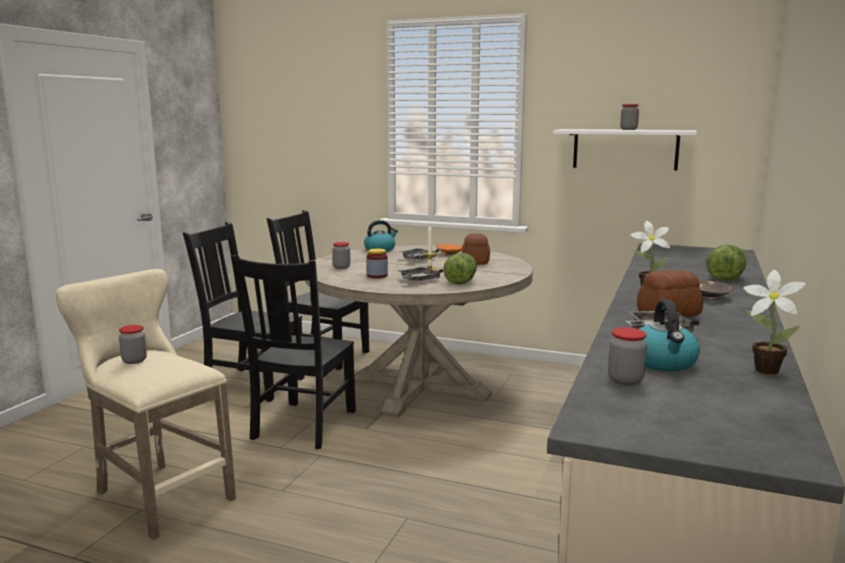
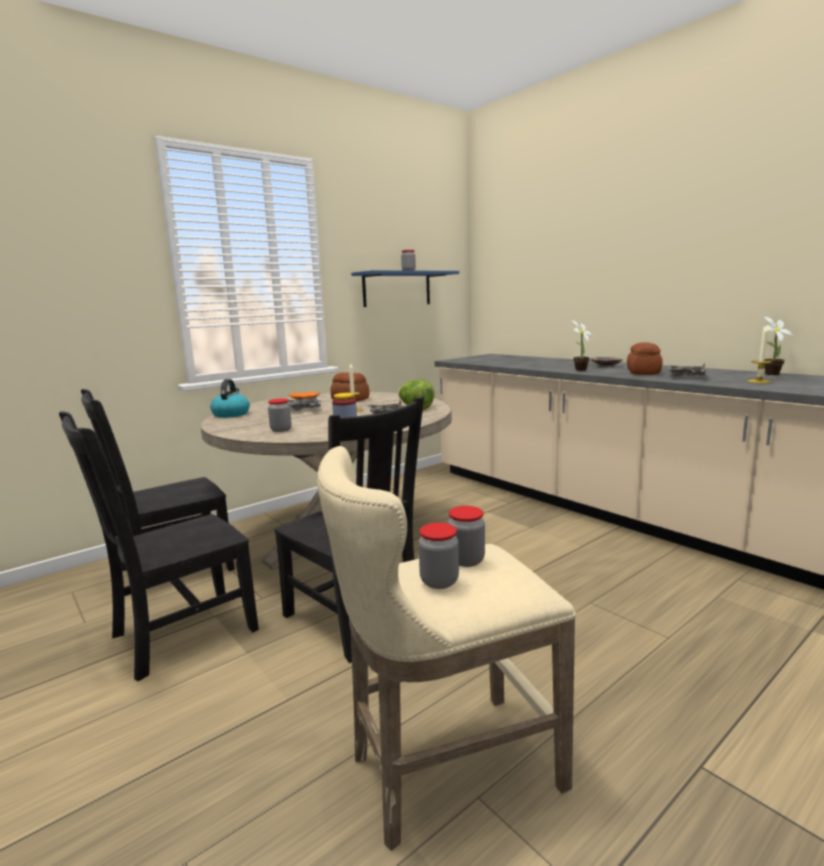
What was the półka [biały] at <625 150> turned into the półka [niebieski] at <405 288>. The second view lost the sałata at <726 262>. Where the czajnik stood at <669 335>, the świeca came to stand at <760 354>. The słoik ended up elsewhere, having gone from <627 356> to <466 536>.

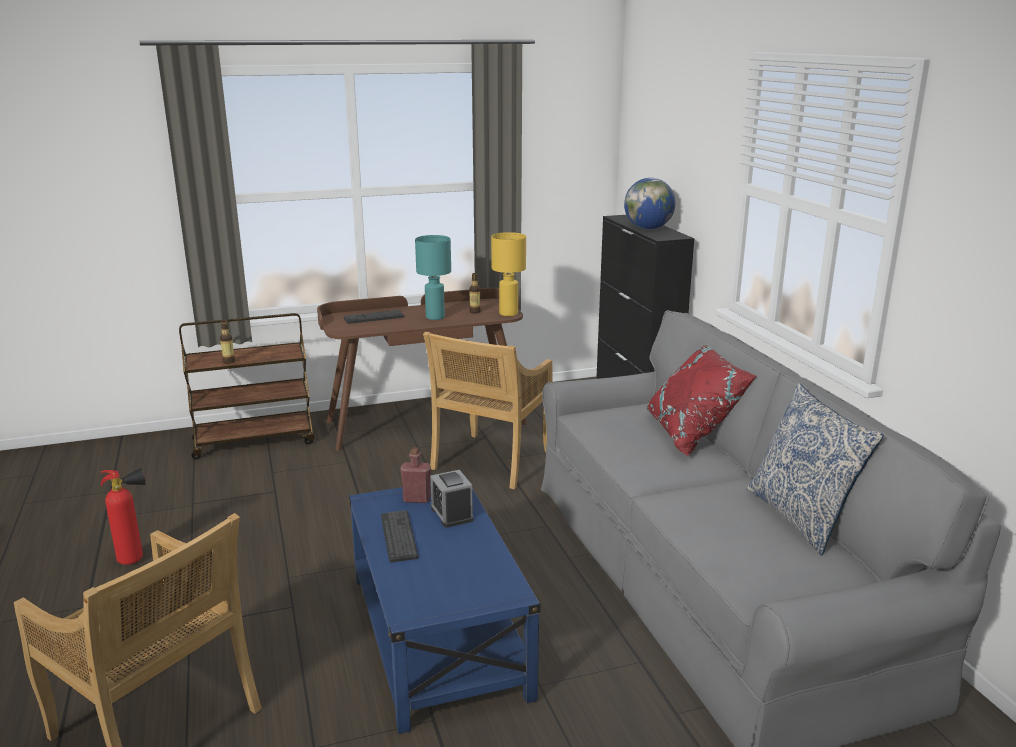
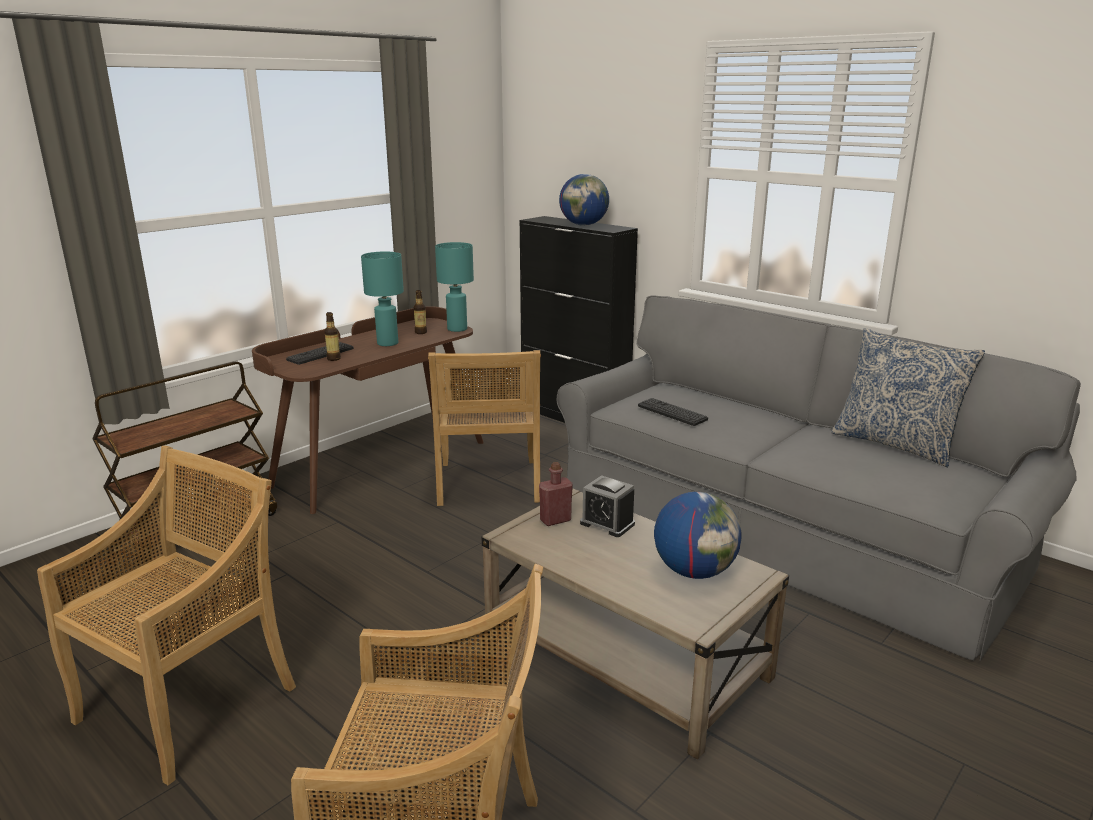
What was the lampa stołowa [żółty] at <508 274> turned into the lampa stołowa [turkusowy] at <454 287>. The butelka ended up elsewhere, having gone from <227 342> to <332 336>. The second view lost the poduszka [czerwony] at <702 400>. Where the gaśnica stood at <123 516>, the krzesło [beżowy] came to stand at <166 615>. What was the ława [niebieski] at <444 608> turned into the ława [beżowy] at <635 623>. The klawiatura ended up elsewhere, having gone from <399 536> to <673 412>. The second view gained the globus at <698 535>.

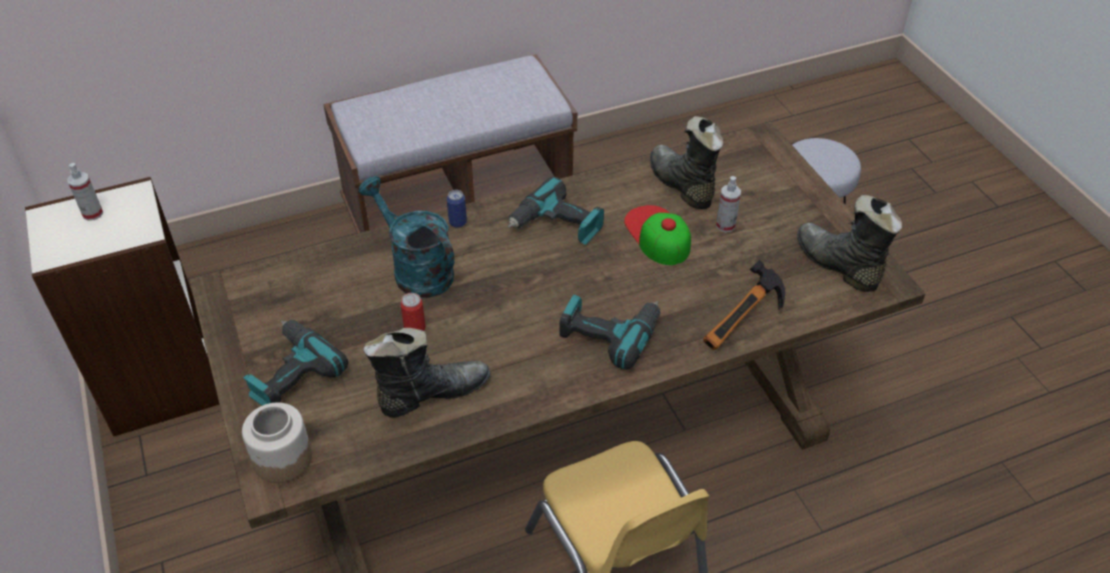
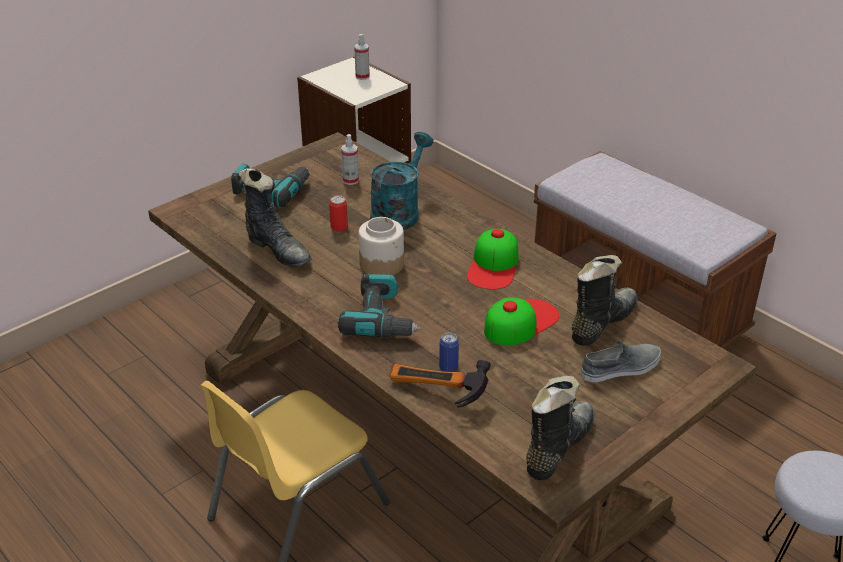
The spryskiwacz ended up elsewhere, having gone from <728 204> to <350 159>. Where the wiertarka stood at <555 211>, the czapka z daszkiem came to stand at <492 259>. The puszka ended up elsewhere, having gone from <457 209> to <449 352>. The słoik ended up elsewhere, having gone from <277 442> to <381 246>. The second view gained the but [szary] at <621 361>.

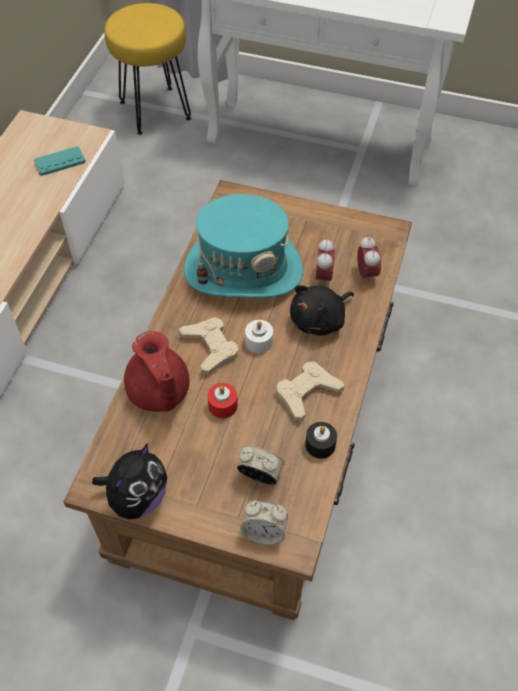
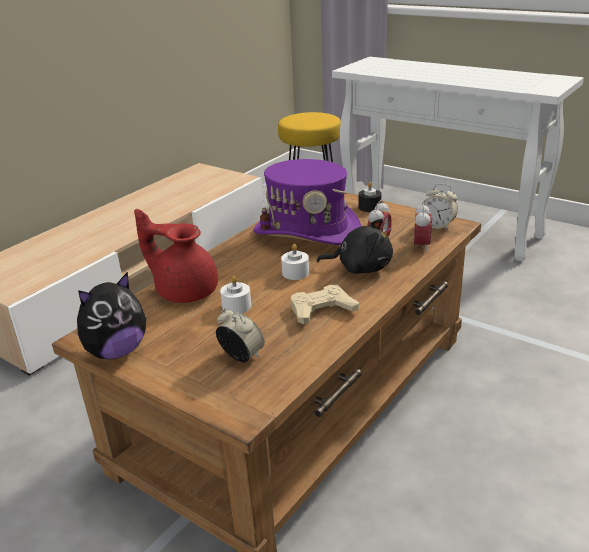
The second view lost the pad do gier [turkusowy] at <59 161>. What was the kapelusz [turkusowy] at <243 246> turned into the kapelusz [fioletowy] at <307 202>. The pluszak [czarny] at <322 310> ended up facing another way, 150 degrees counterclockwise from before. The second view lost the pad do gier [beżowy] at <208 345>. The imbryk [czerwony] at <156 371> ended up facing another way, 120 degrees clockwise from before. What was the świeca [czerwony] at <222 400> turned into the świeca [biały] at <235 295>. The świeca [czarny] ended up elsewhere, having gone from <321 440> to <370 197>. The budzik ended up elsewhere, having gone from <264 523> to <440 207>.

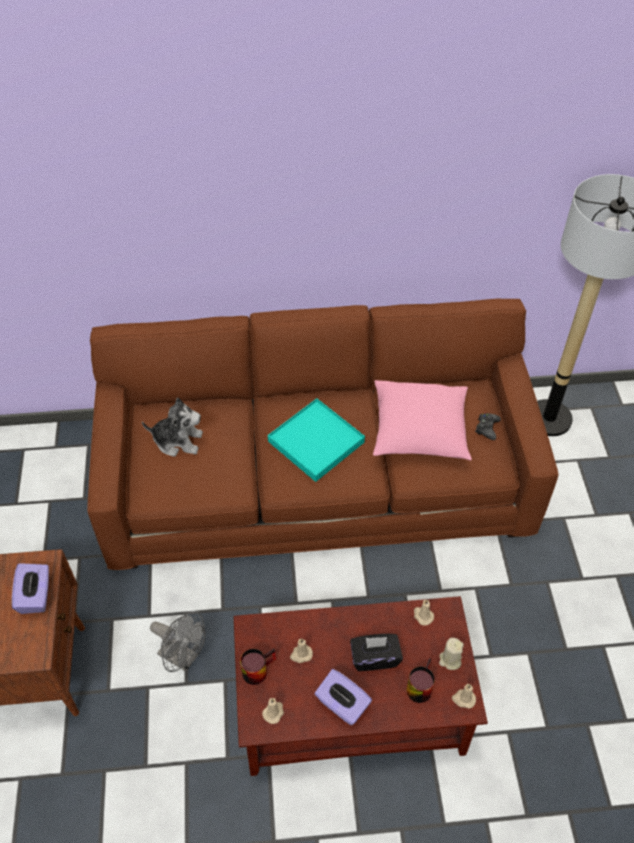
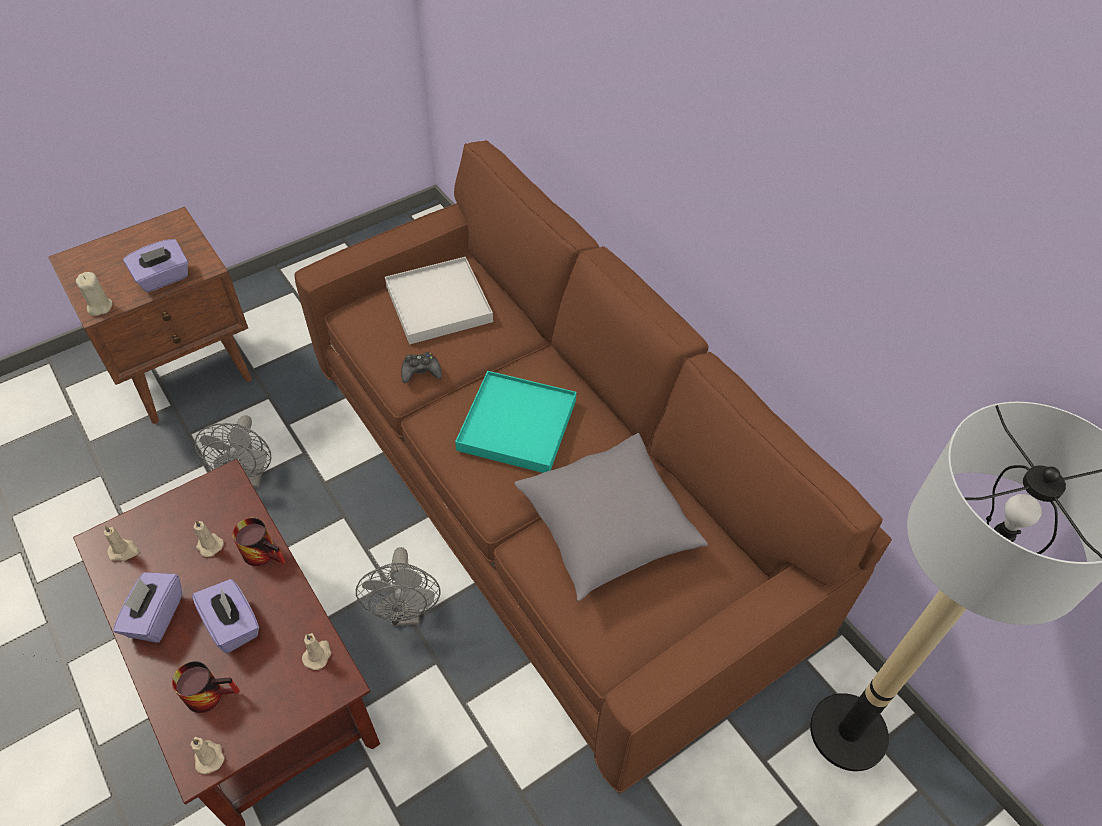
What was the poduszka [różowy] at <422 420> turned into the poduszka [szary] at <611 517>. Where the pluszak stood at <172 427>, the taca [biały] came to stand at <439 301>. The pad do gier [czarny] ended up elsewhere, having gone from <488 426> to <421 367>. What was the pudełko chusteczek [czarny] at <376 652> turned into the pudełko chusteczek [fioletowy] at <225 616>. The świeca [beżowy] ended up elsewhere, having gone from <451 654> to <94 294>. The kubek ended up elsewhere, having gone from <258 666> to <258 542>. The second view gained the wentylator [szary] at <398 586>.

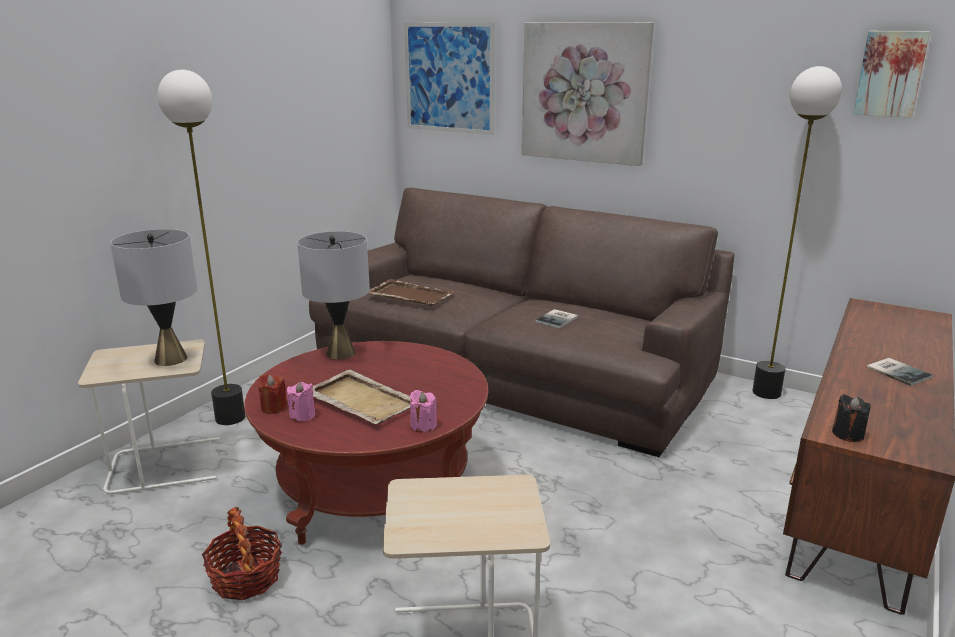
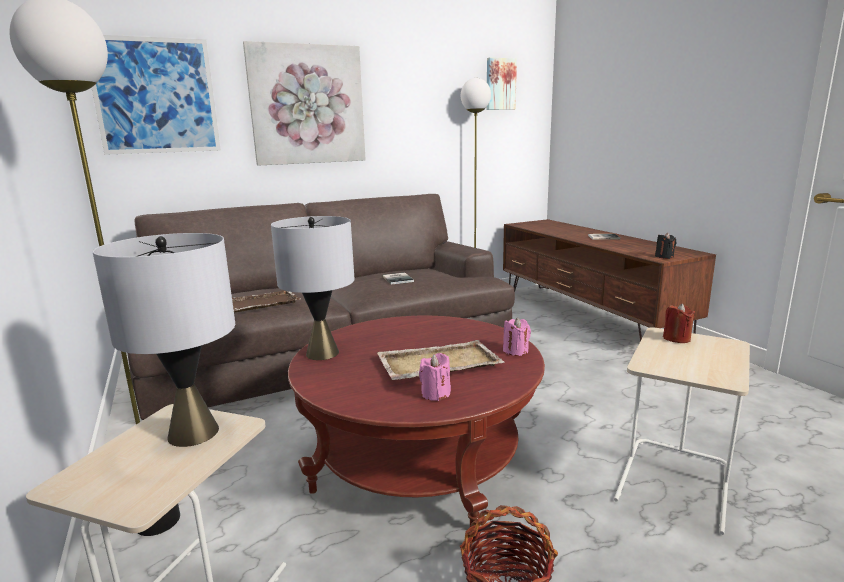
The świeca [czerwony] ended up elsewhere, having gone from <272 394> to <679 323>.

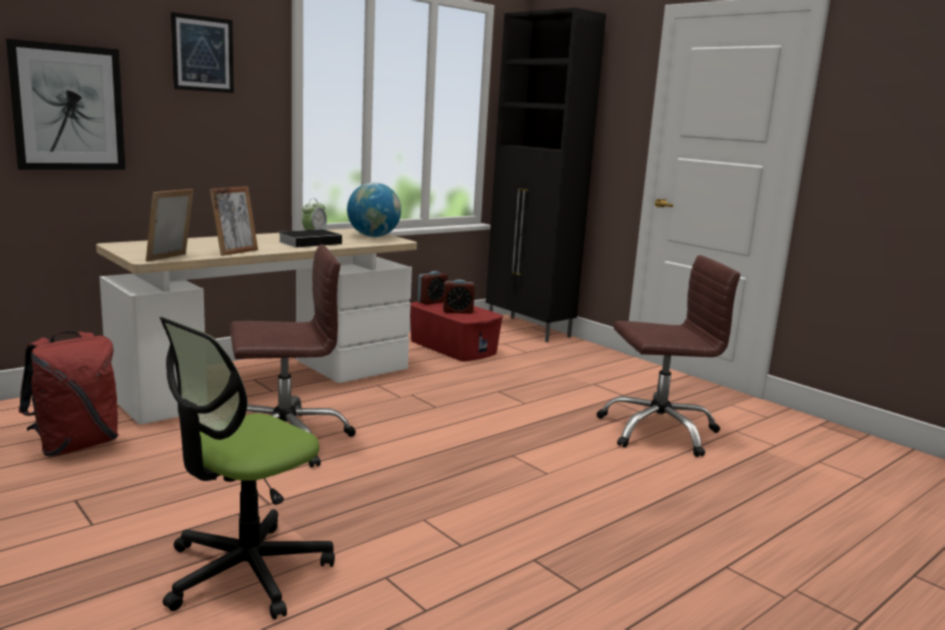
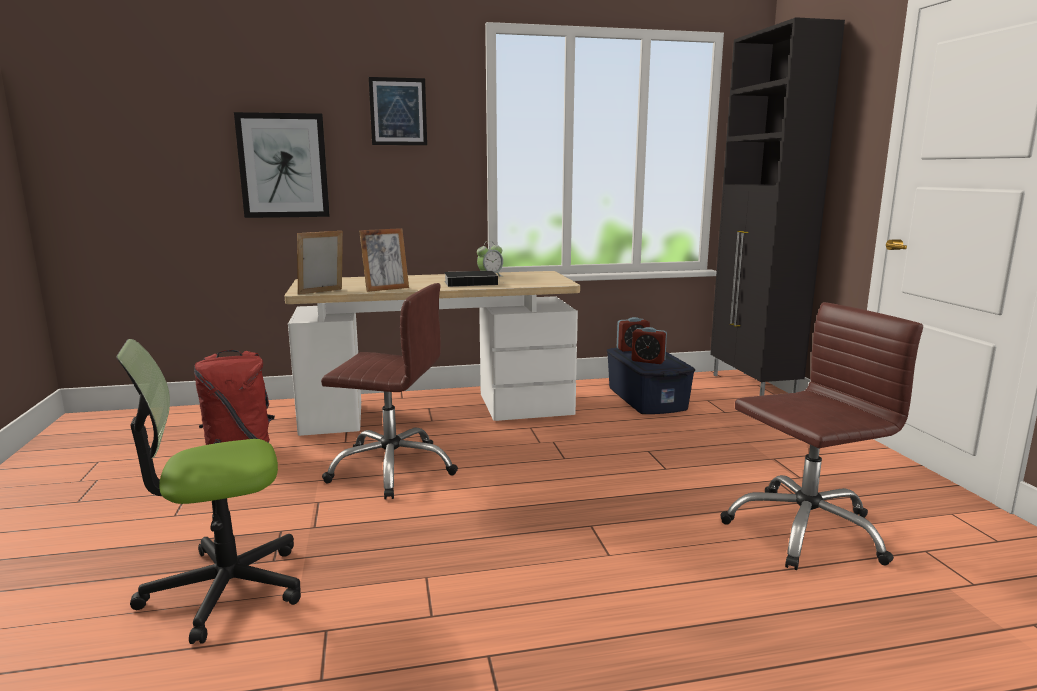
The second view lost the globus at <374 209>. The krzesło biurowe [brązowy] at <668 356> ended up facing another way, 45 degrees counterclockwise from before. What was the pojemnik do przechowywania [czerwony] at <456 331> turned into the pojemnik do przechowywania [niebieski] at <651 381>.

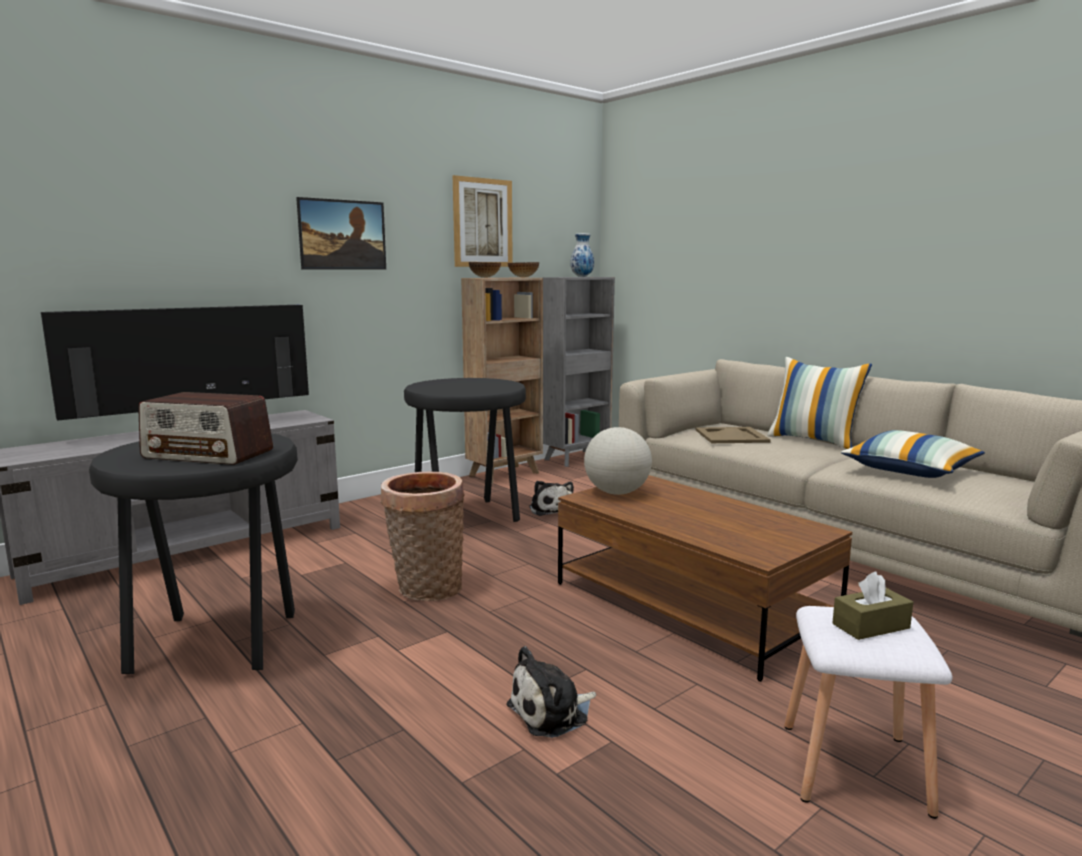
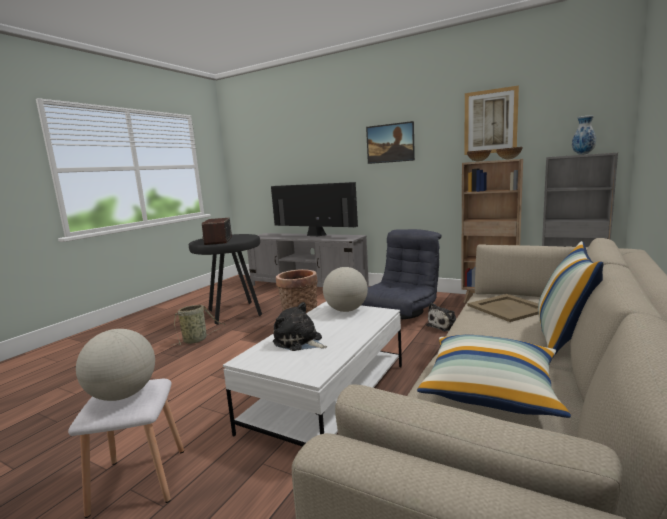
Where the stołek [czarny] stood at <465 450>, the fotel [szary] came to stand at <402 274>. What was the ława [brązowy] at <705 578> turned into the ława [biały] at <312 374>. Where the pudełko chusteczek [brązowy] stood at <872 606>, the globus came to stand at <115 365>. The pluszak ended up elsewhere, having gone from <551 692> to <300 326>. The second view gained the koszyk at <198 325>.

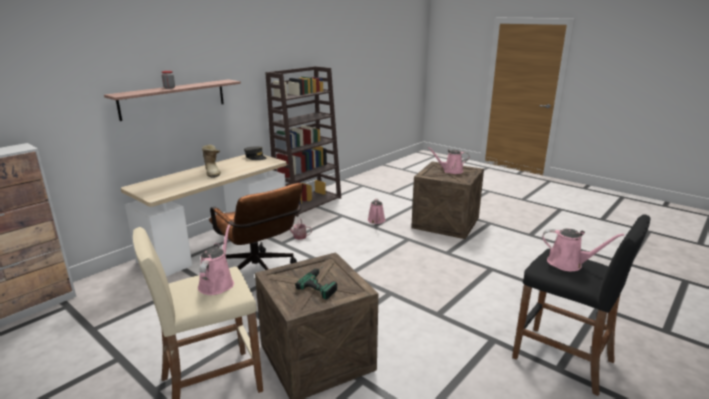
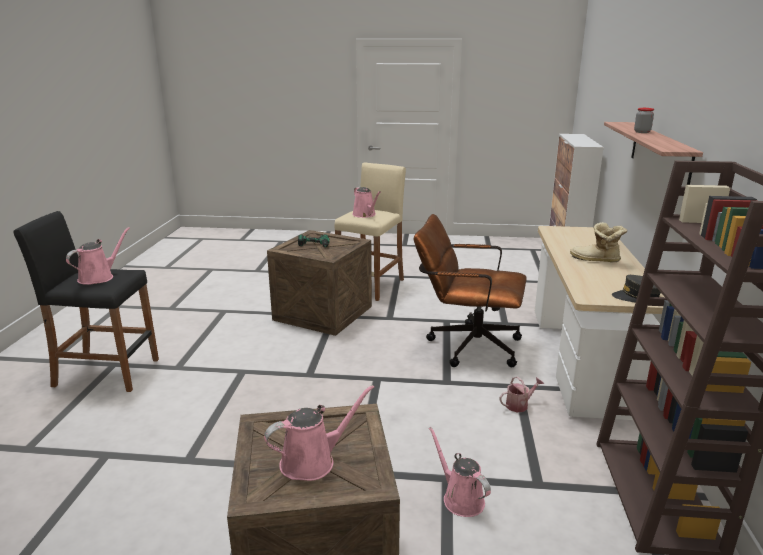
The konewka [różowy] at <583 250> ended up facing another way, 135 degrees clockwise from before.

